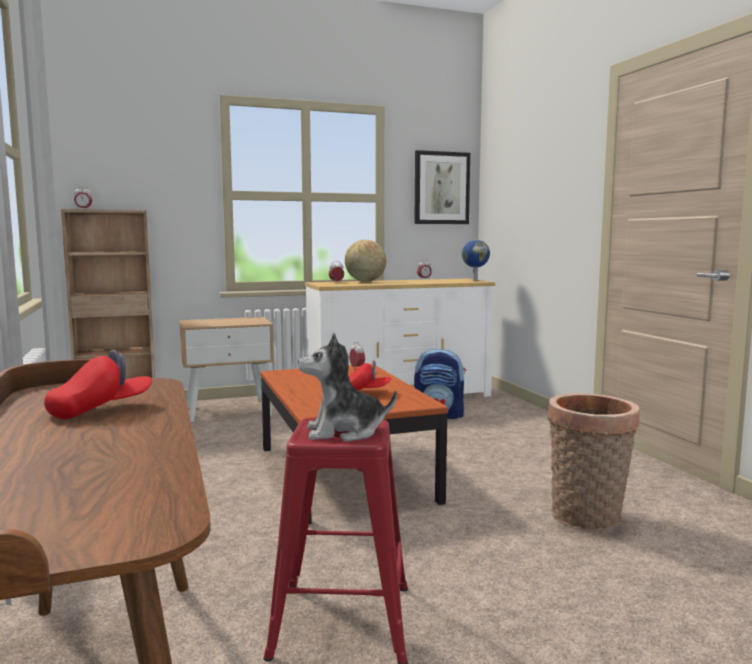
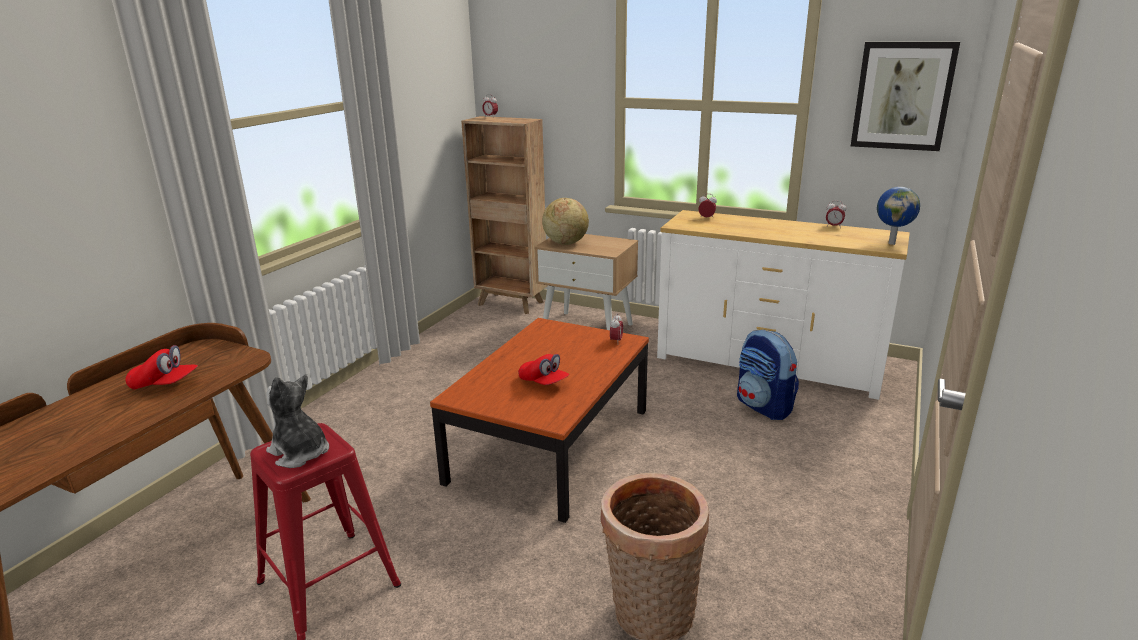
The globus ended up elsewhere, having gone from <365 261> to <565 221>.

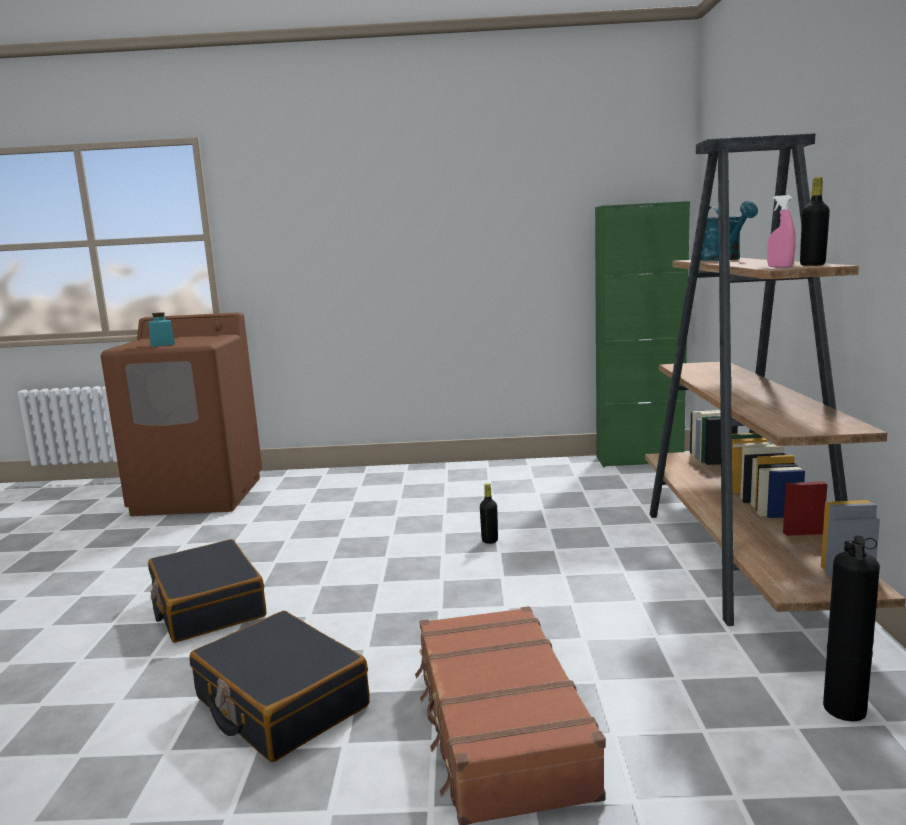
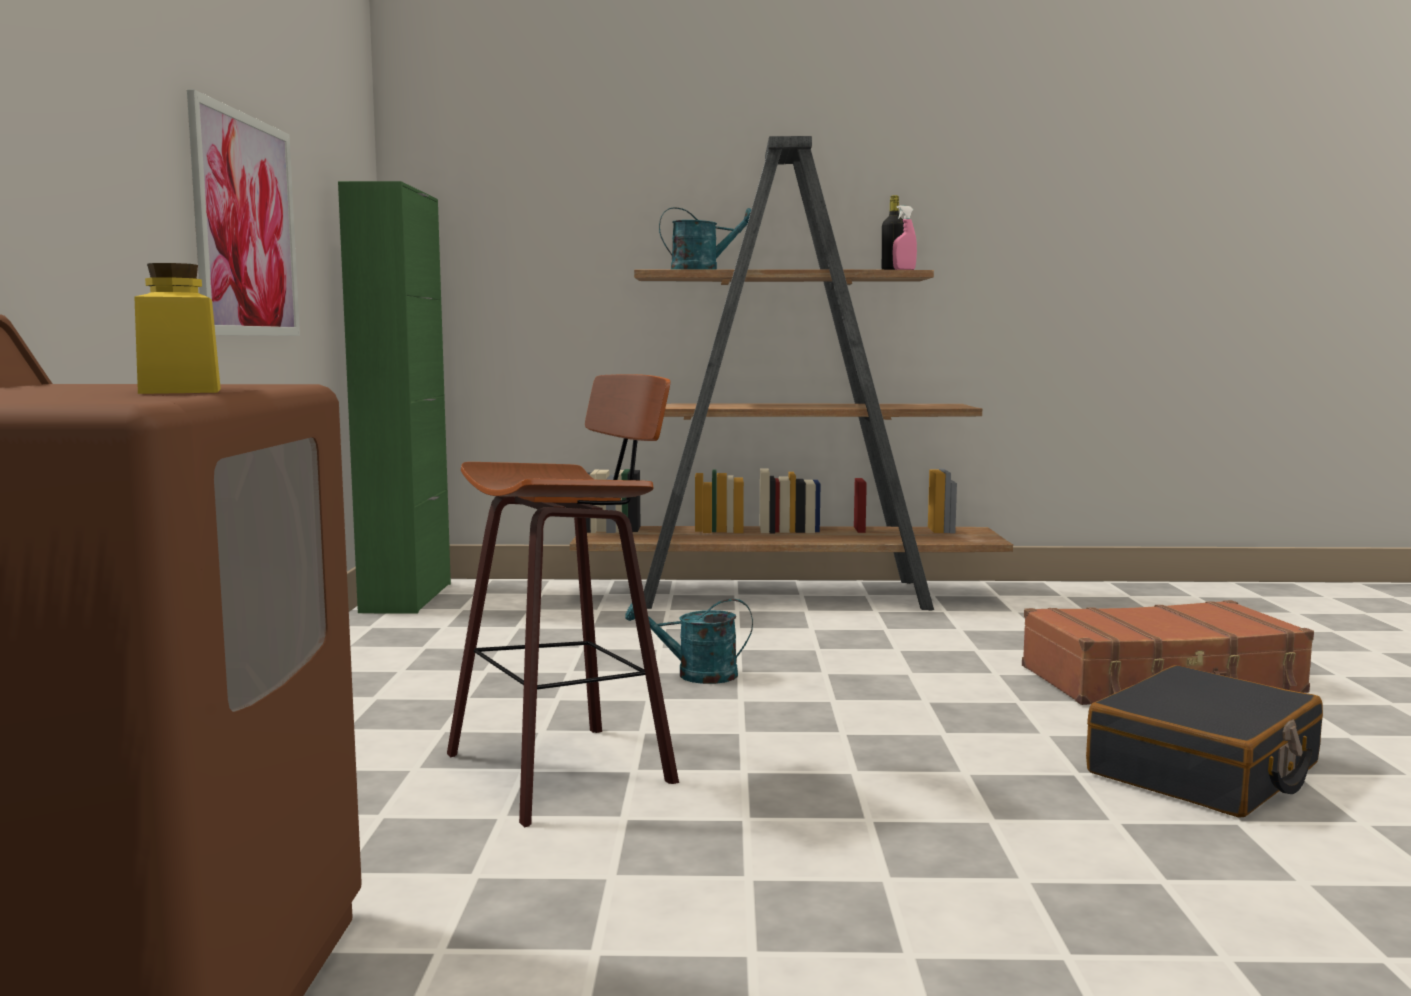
What was the słoik [turkusowy] at <161 329> turned into the słoik [żółty] at <177 328>. Where the butelka [czarny] stood at <489 513>, the konewka [turkusowy] came to stand at <689 641>. The second view lost the gaśnica at <851 629>. The second view lost the walizka [czarny] at <207 591>. The second view gained the obraz at <243 212>. The second view gained the stołek at <563 601>.

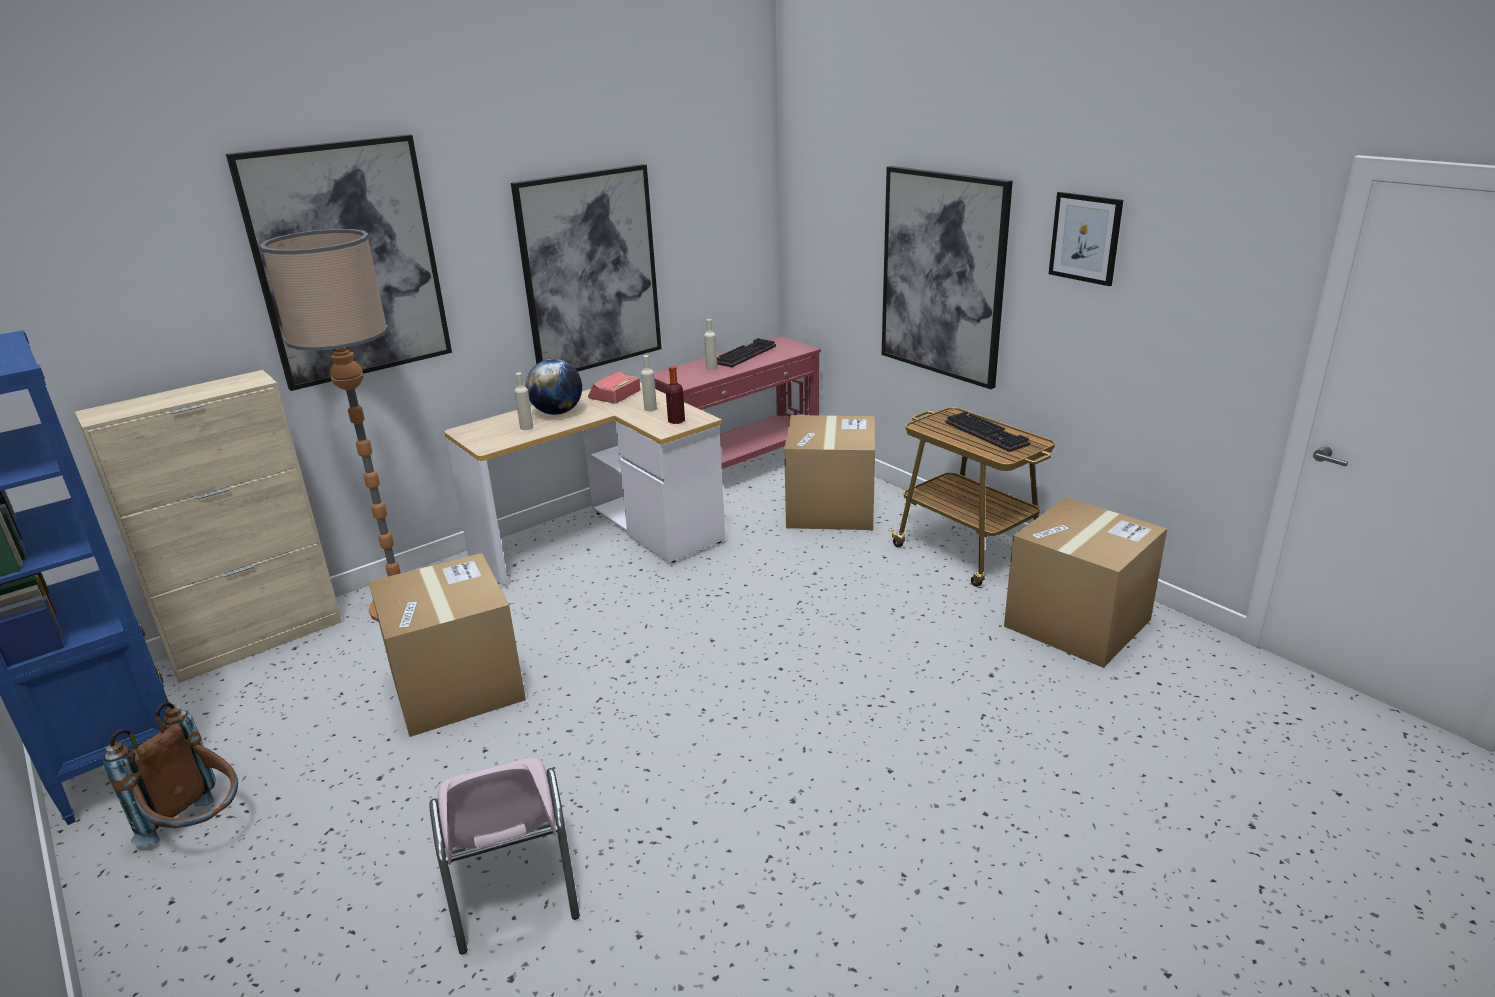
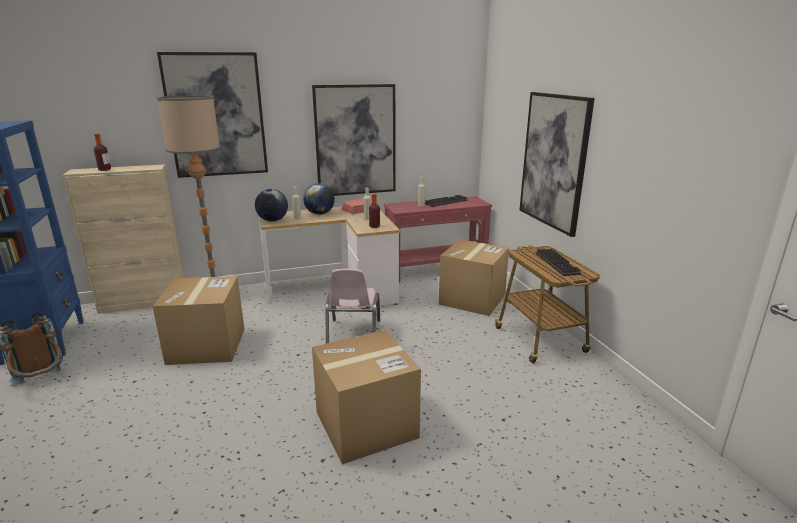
The second view lost the obraz at <1086 239>. The karton ended up elsewhere, having gone from <1085 582> to <366 397>. The krzesło [różowy] ended up elsewhere, having gone from <504 856> to <352 306>. The second view gained the butelka at <102 152>. The second view gained the globus at <271 205>.

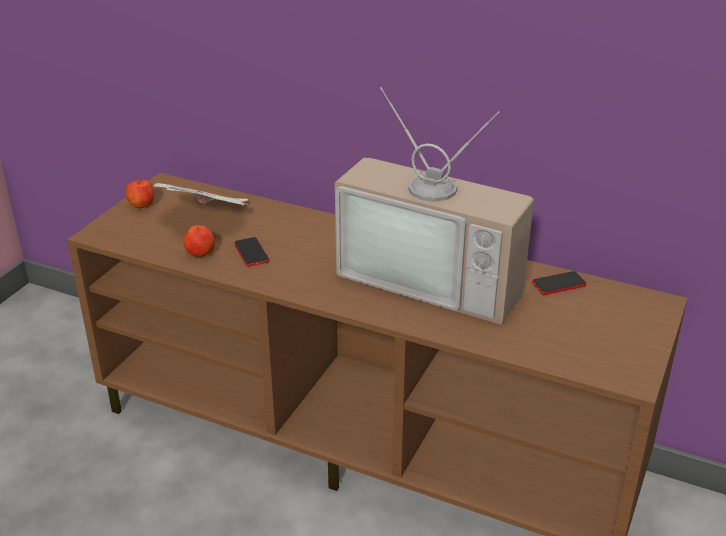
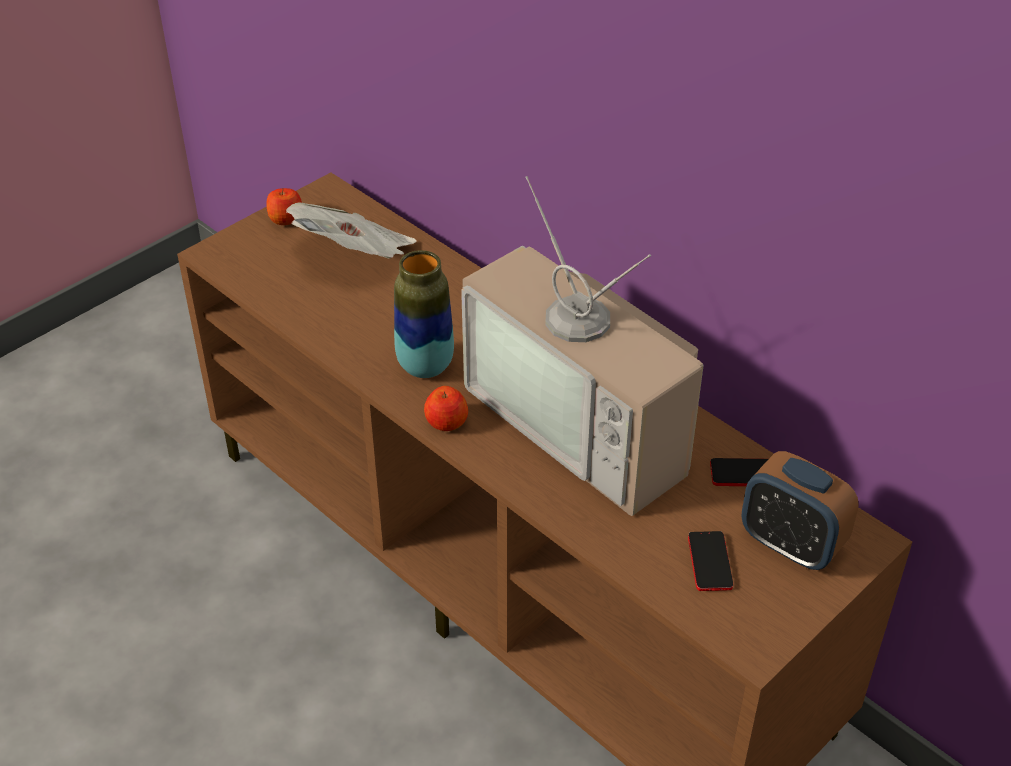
The jabłko ended up elsewhere, having gone from <199 241> to <446 408>. The telefon ended up elsewhere, having gone from <251 252> to <710 561>. The second view gained the wazon at <424 314>. The second view gained the budzik at <800 510>.

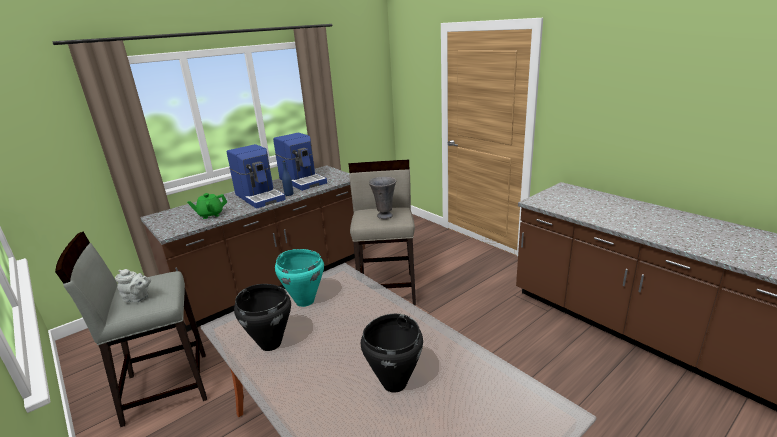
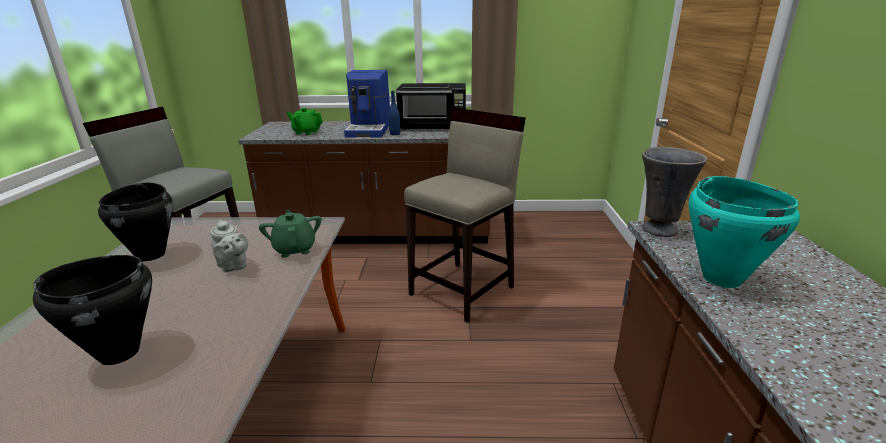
Where the ekspres do kawy stood at <300 162>, the mikrofalówka [czarny] came to stand at <431 106>. The wazon [szary] ended up elsewhere, having gone from <382 198> to <675 192>. The garnek [turkusowy] ended up elsewhere, having gone from <299 278> to <744 232>. The imbryk [szary] ended up elsewhere, having gone from <133 286> to <229 246>. The second view gained the imbryk [zielony] at <290 234>.

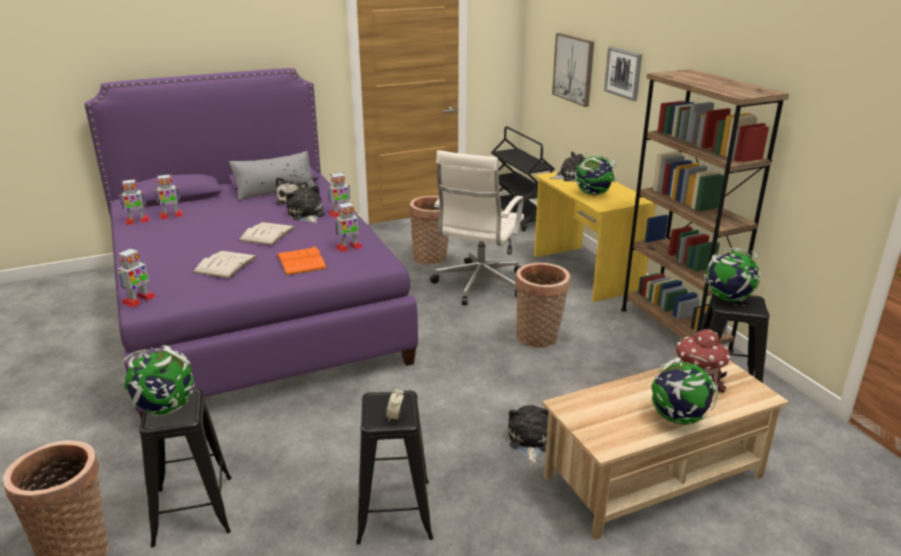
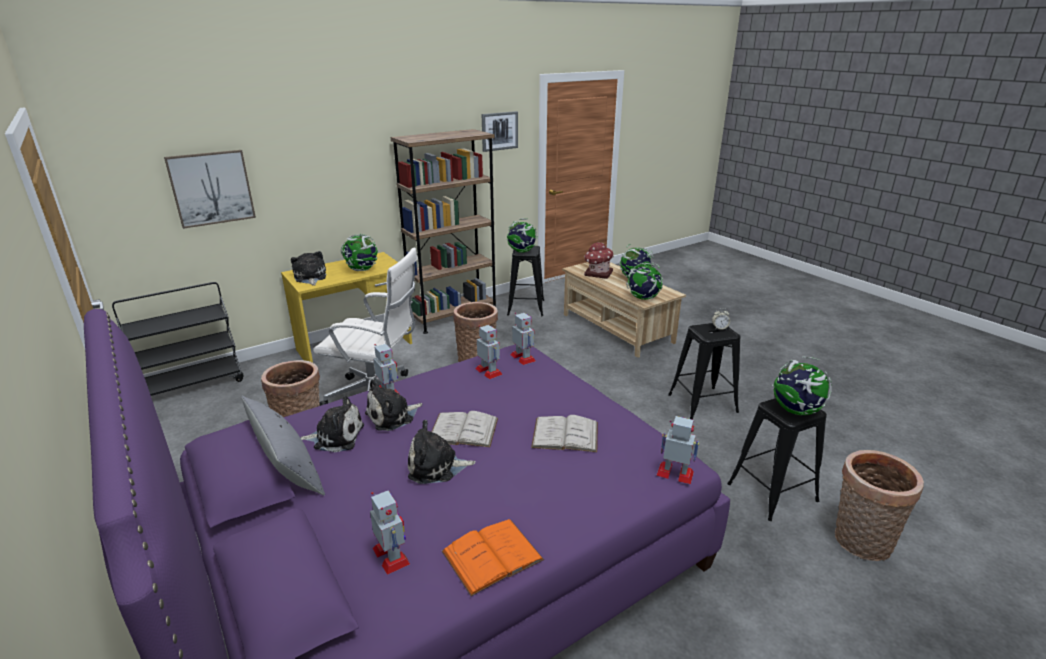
The obraz ended up elsewhere, having gone from <623 74> to <500 131>. The robot zabawkowy ended up elsewhere, having gone from <134 201> to <522 339>. The książka [pomarańczowy] ended up elsewhere, having gone from <302 261> to <493 557>. The pluszak ended up elsewhere, having gone from <528 434> to <442 452>. The second view gained the globus at <644 281>.

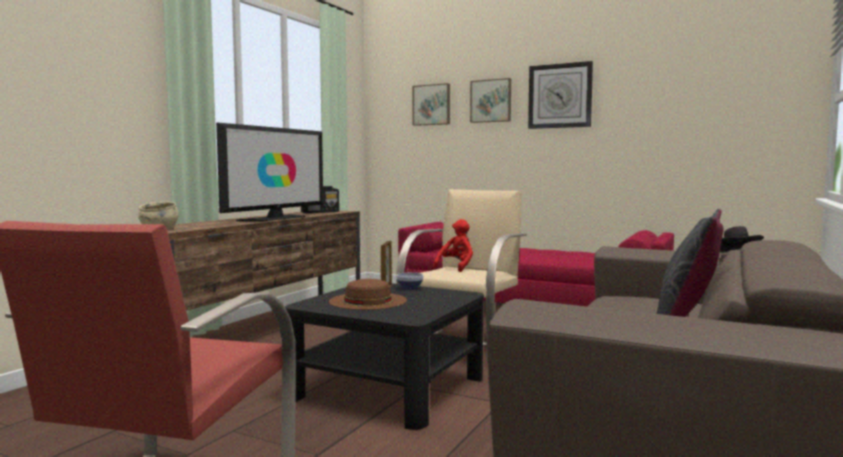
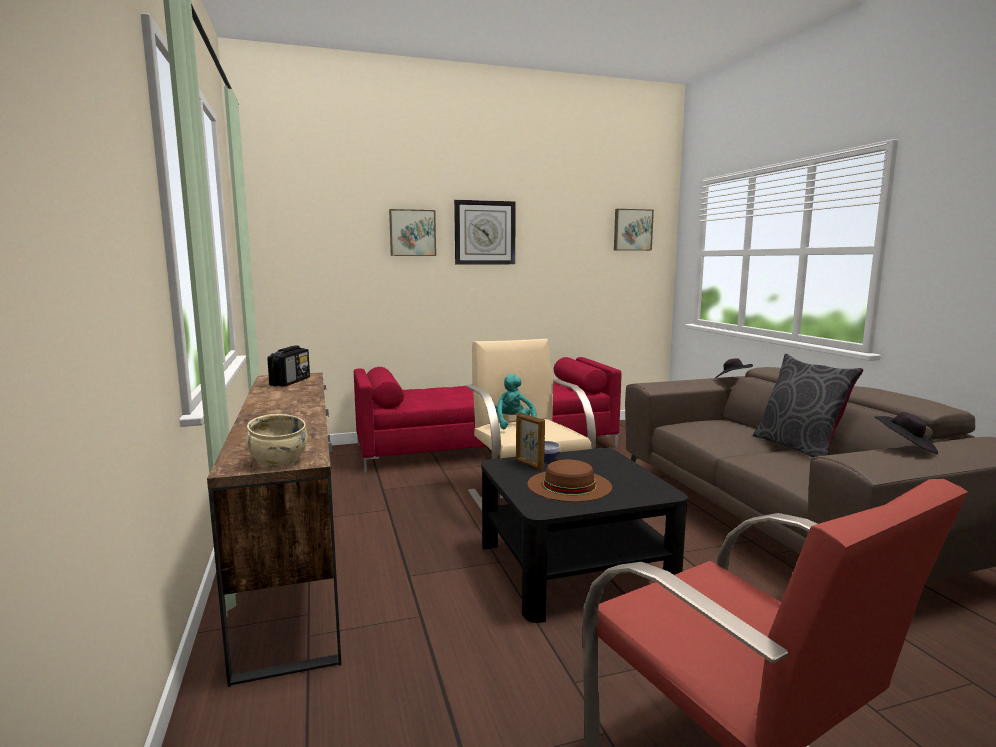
The obraz ended up elsewhere, having gone from <431 104> to <634 230>. The second view lost the telewizor at <269 172>. What was the pluszak [czerwony] at <453 245> turned into the pluszak [turkusowy] at <515 401>. The second view gained the kapelusz [czarny] at <906 433>.

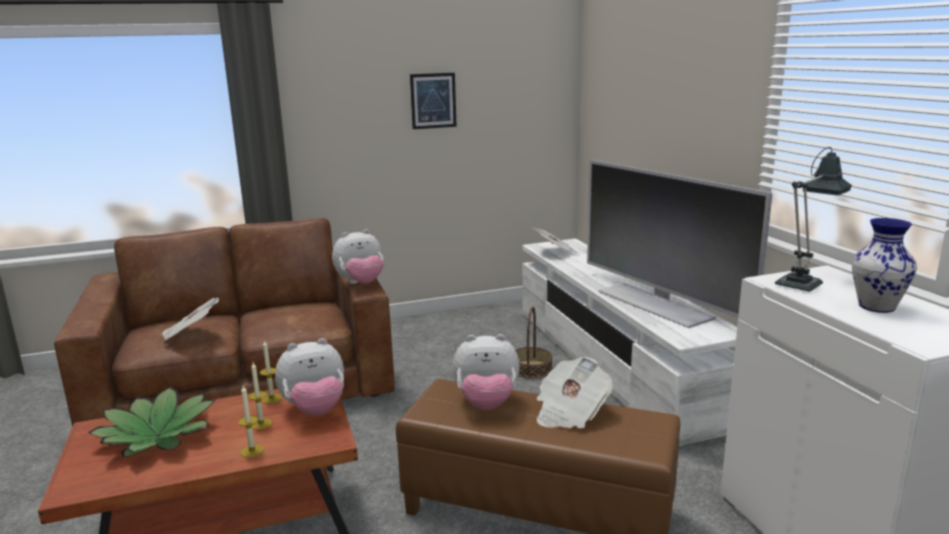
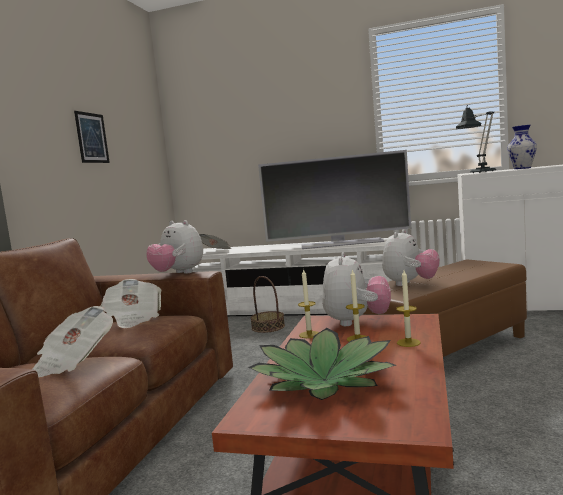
The pluszak at <358 256> ended up facing another way, 120 degrees clockwise from before. The gazeta ended up elsewhere, having gone from <574 393> to <130 303>.

